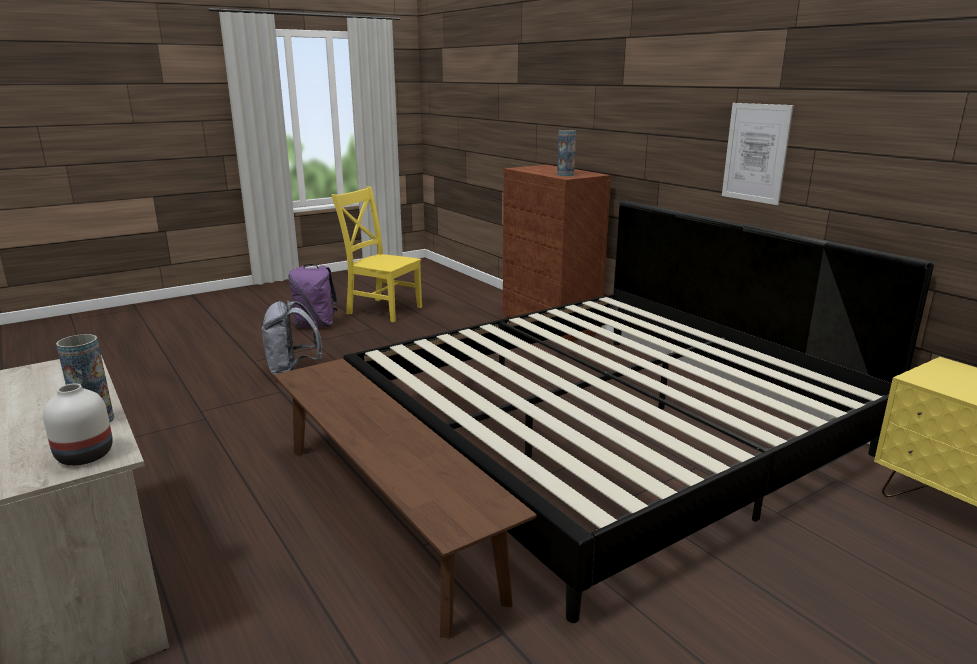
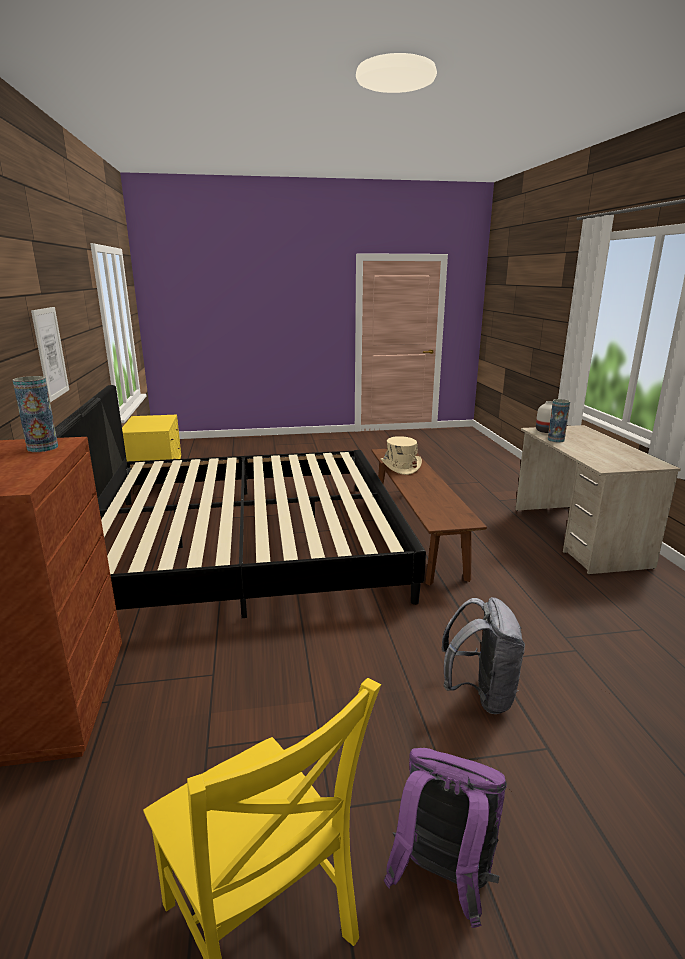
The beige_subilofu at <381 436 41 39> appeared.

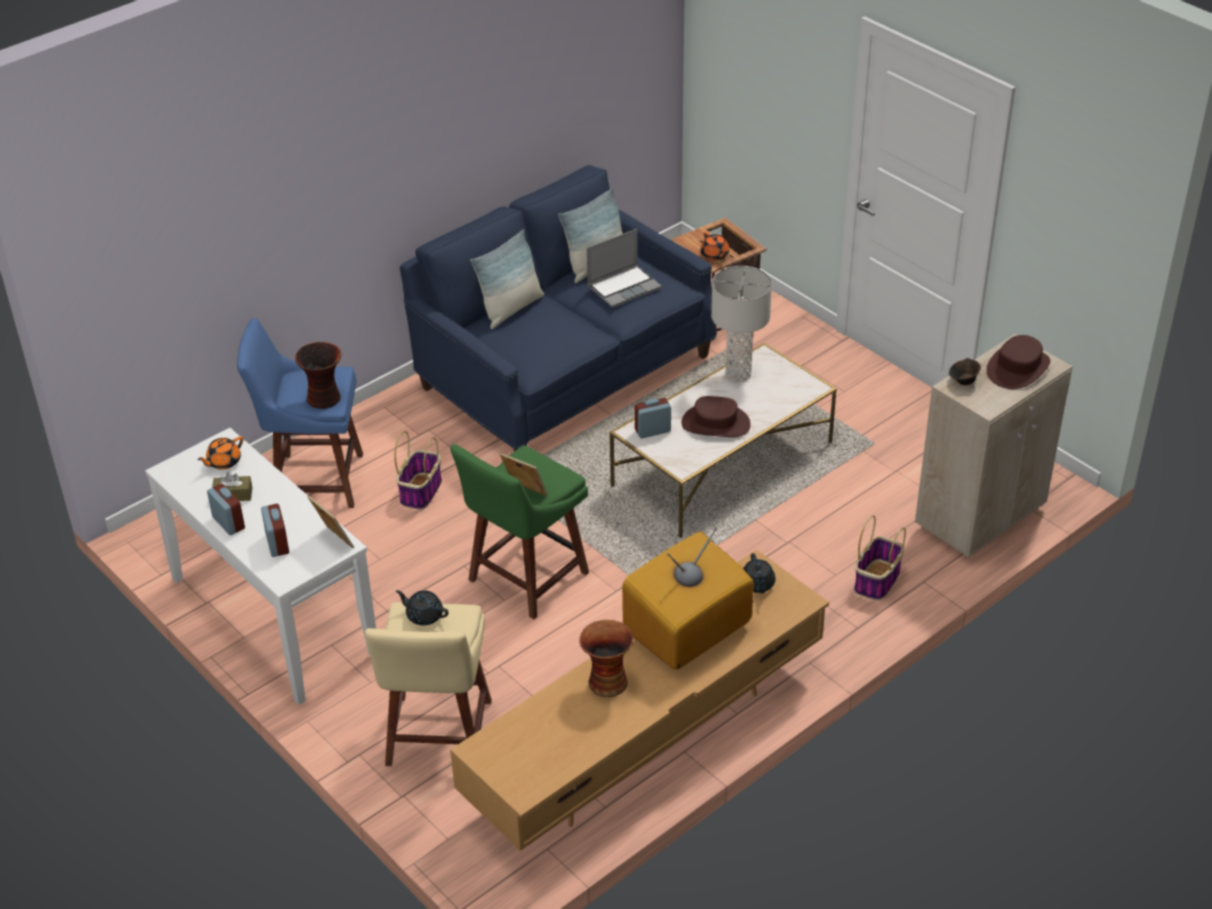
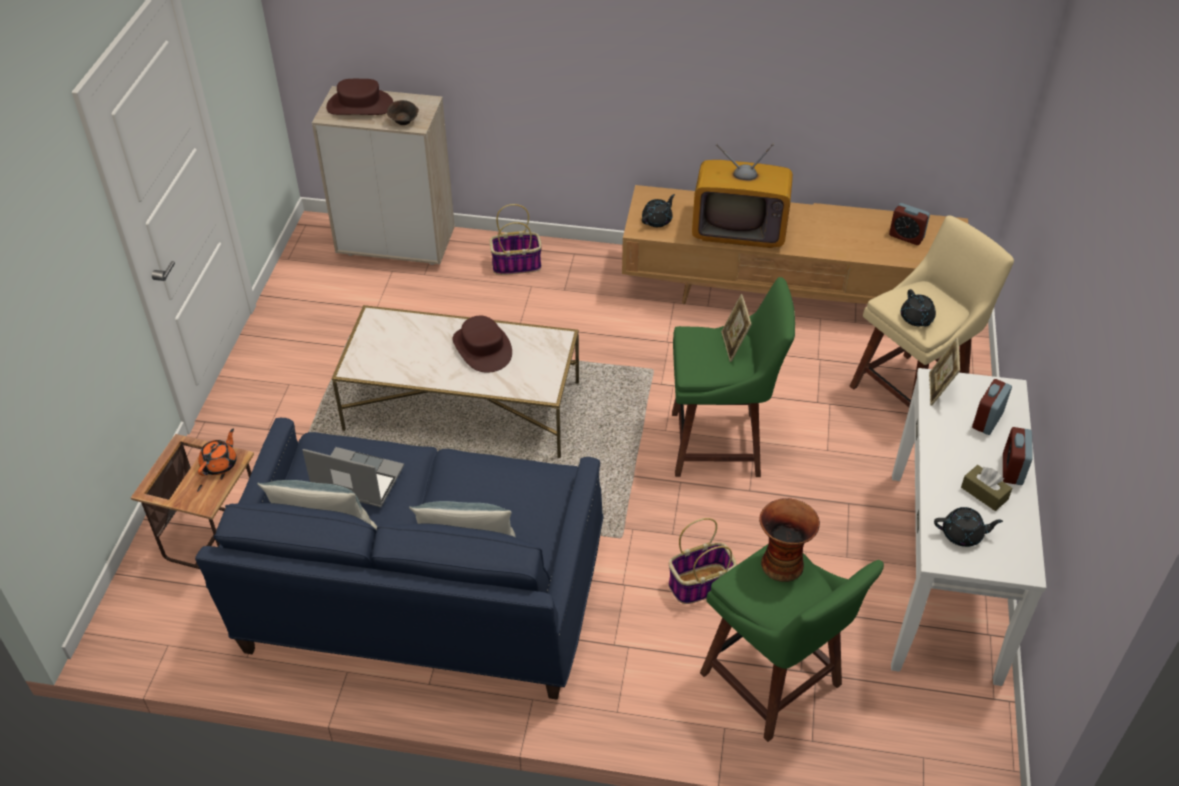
The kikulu at <580 620 53 78> disappeared.
The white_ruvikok at <711 266 61 116> disappeared.
The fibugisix moved from <635 398 36 41> to <889 203 41 42>.
The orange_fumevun at <197 436 46 34> became the black_fumevun at <934 507 69 40>.
The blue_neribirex at <237 318 126 190> became the green_neribirex at <700 544 184 198>.

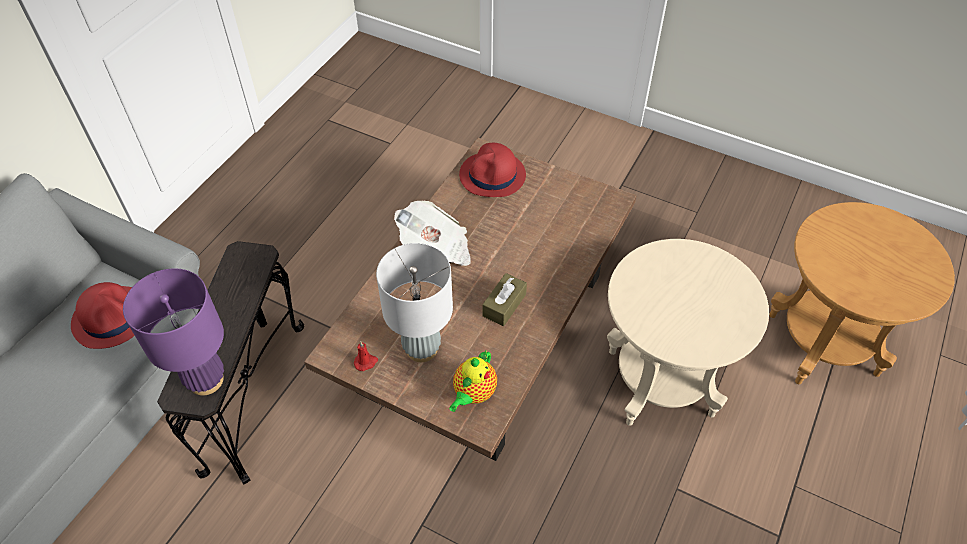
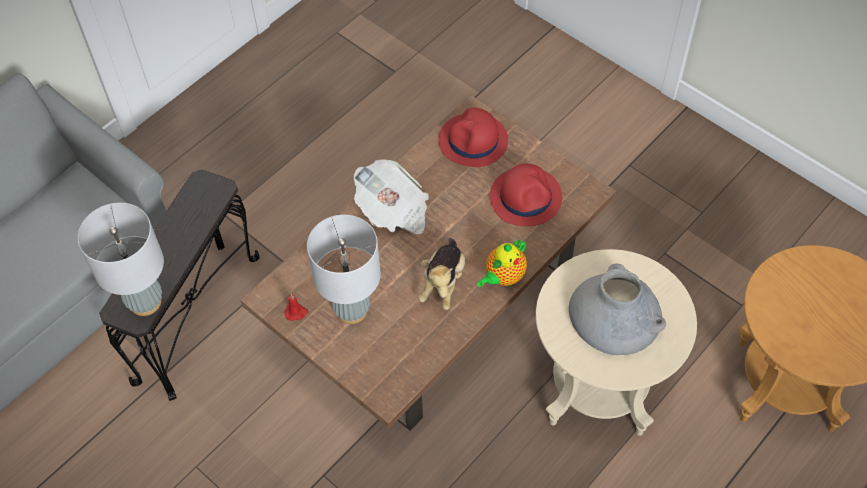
The grey_kikulu at <569 264 97 91> appeared.
The red_subilofu moved from <71 282 64 67> to <490 164 72 62>.
The fumevun moved from <449 351 48 61> to <477 239 50 49>.
The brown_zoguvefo at <482 273 45 53> was replaced by the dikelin at <419 238 46 72>.
The purple_ruvikok at <123 268 101 127> became the grey_ruvikok at <77 203 87 113>.

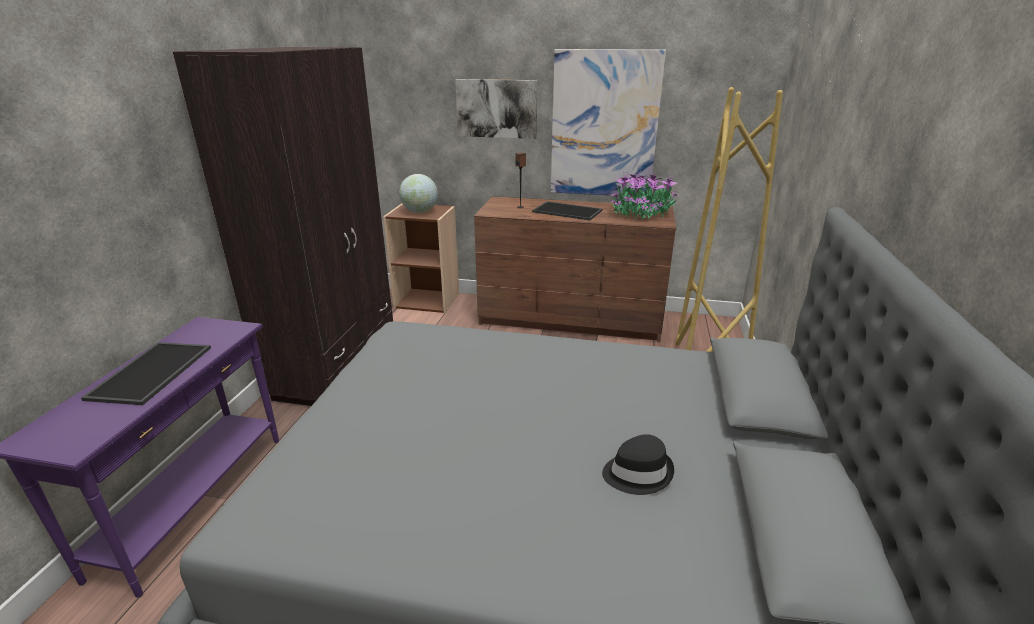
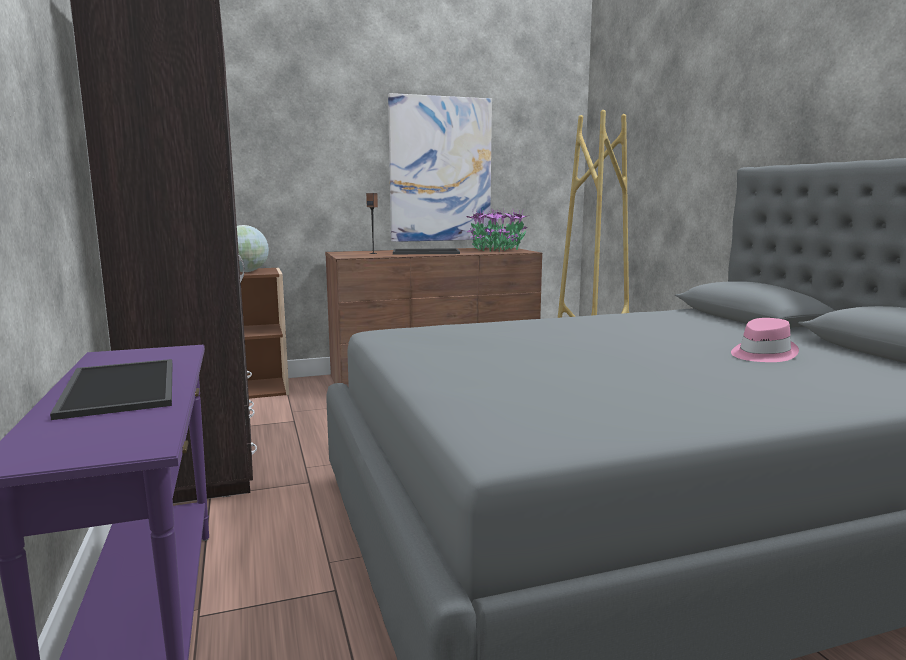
The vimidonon at <455 79 82 60> disappeared.
The black_subilofu at <602 434 72 61> became the pink_subilofu at <731 318 68 44>.

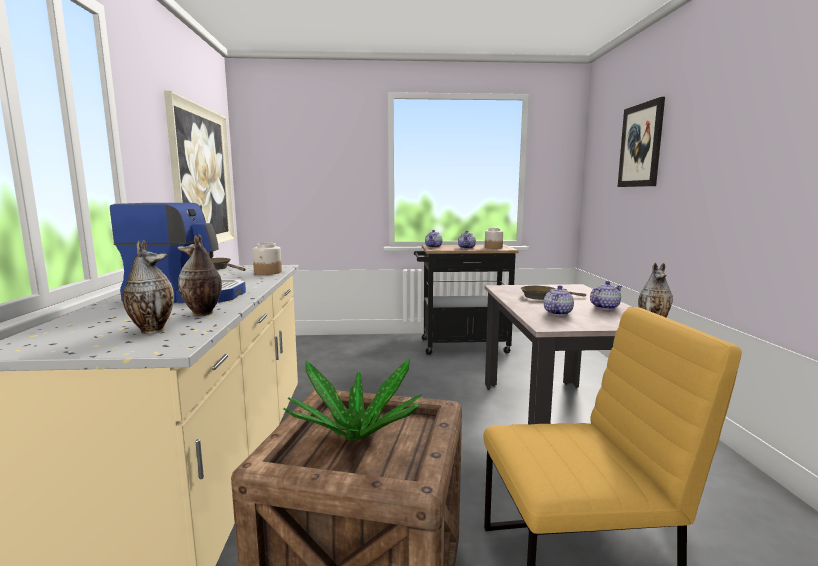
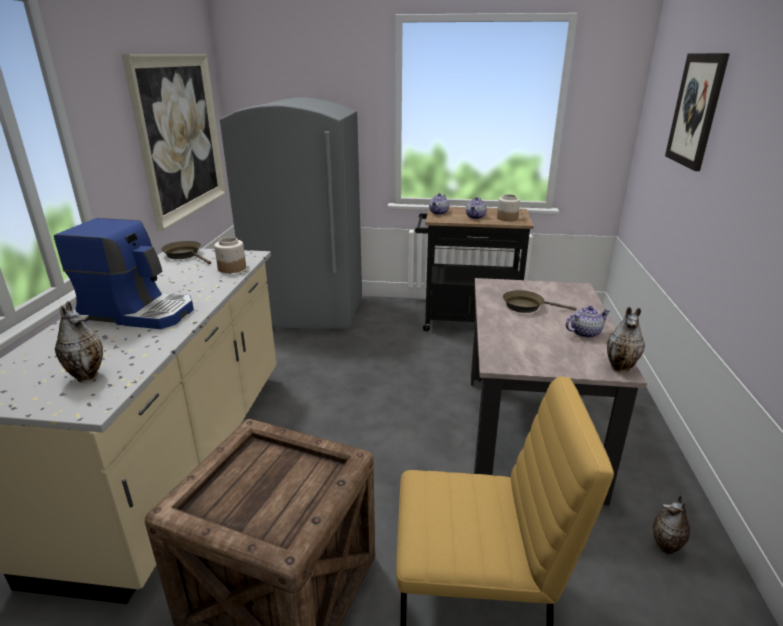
The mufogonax at <284 359 138 82> disappeared.
The fumevun at <544 285 30 31> disappeared.
The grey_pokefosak at <220 97 142 232> appeared.
The kikulu moved from <177 234 45 82> to <653 495 37 60>.

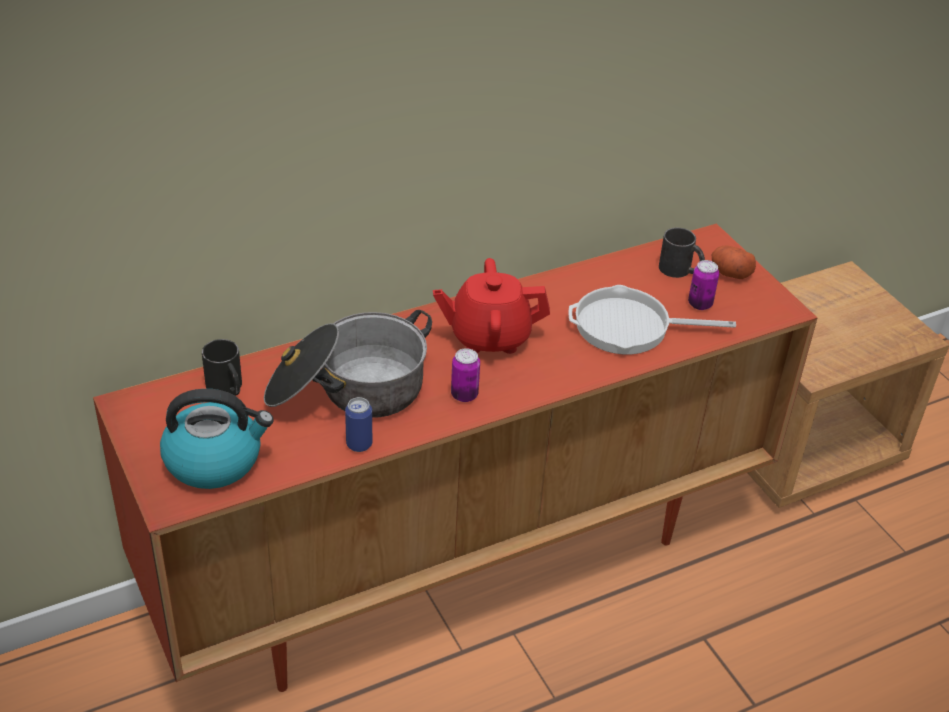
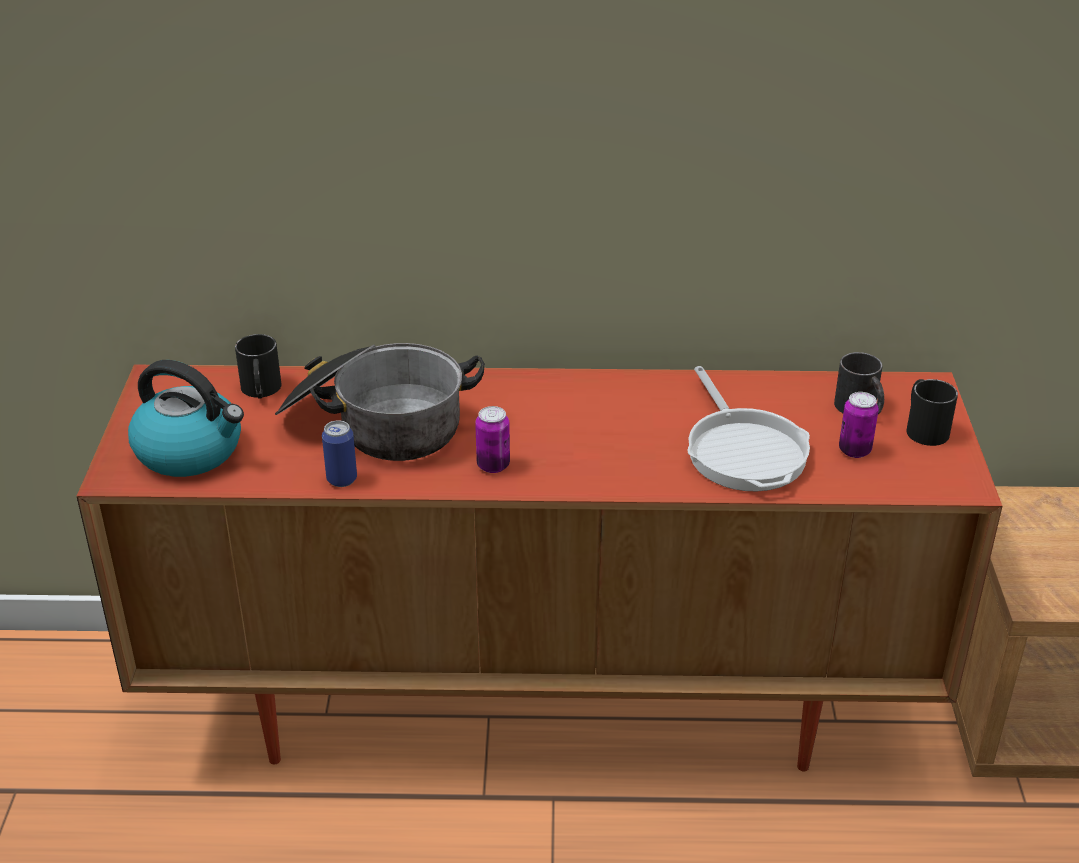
The red_fumevun at <433 258 117 96> disappeared.
The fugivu at <712 245 44 34> was replaced by the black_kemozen at <906 379 52 67>.
The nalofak at <568 285 168 69> turned 135 degrees counterclockwise.

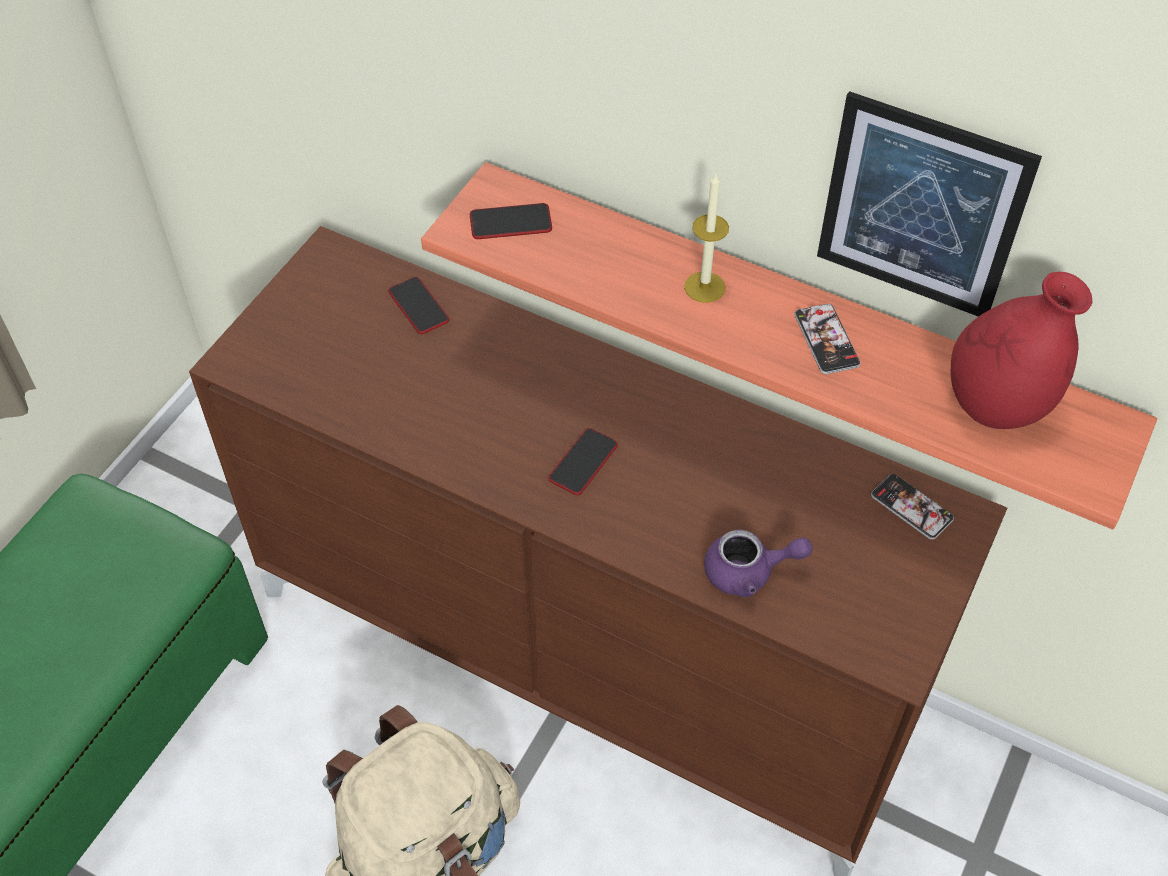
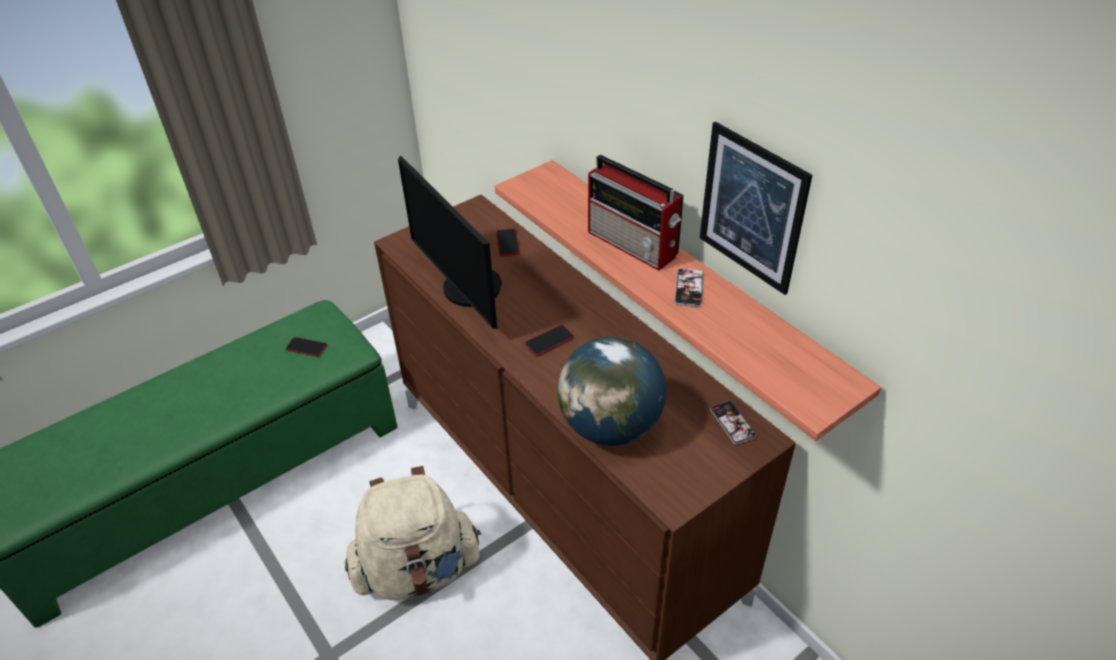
The red_kikulu at <950 272 142 157> disappeared.
The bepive at <398 155 104 174> appeared.
The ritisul moved from <470 203 82 36> to <285 337 42 20>.
The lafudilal at <684 172 45 131> was replaced by the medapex at <588 155 96 116>.
The purple_fumevun at <704 530 109 67> was replaced by the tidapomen at <557 337 110 109>.

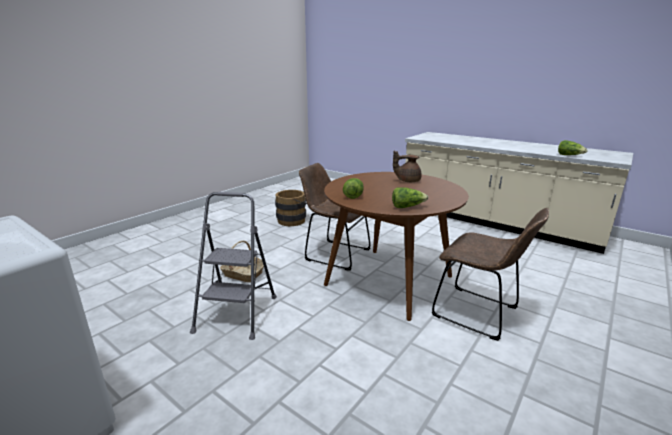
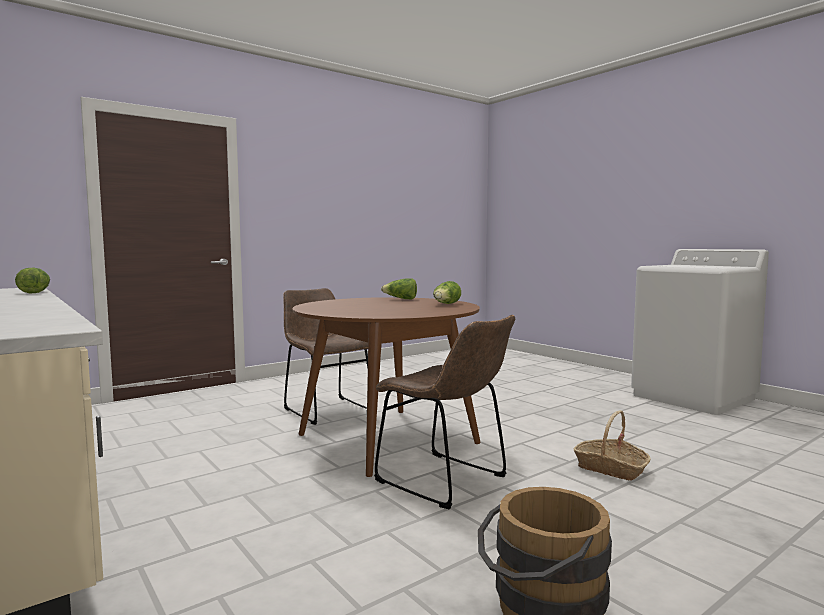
The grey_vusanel at <190 192 87 148> disappeared.
The brown_fumevun at <393 150 28 32> disappeared.

